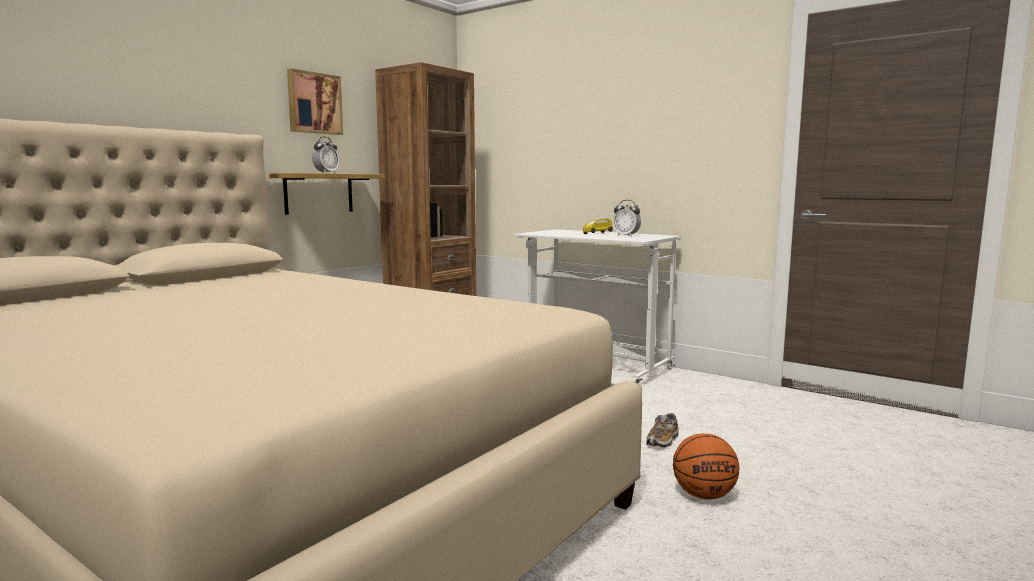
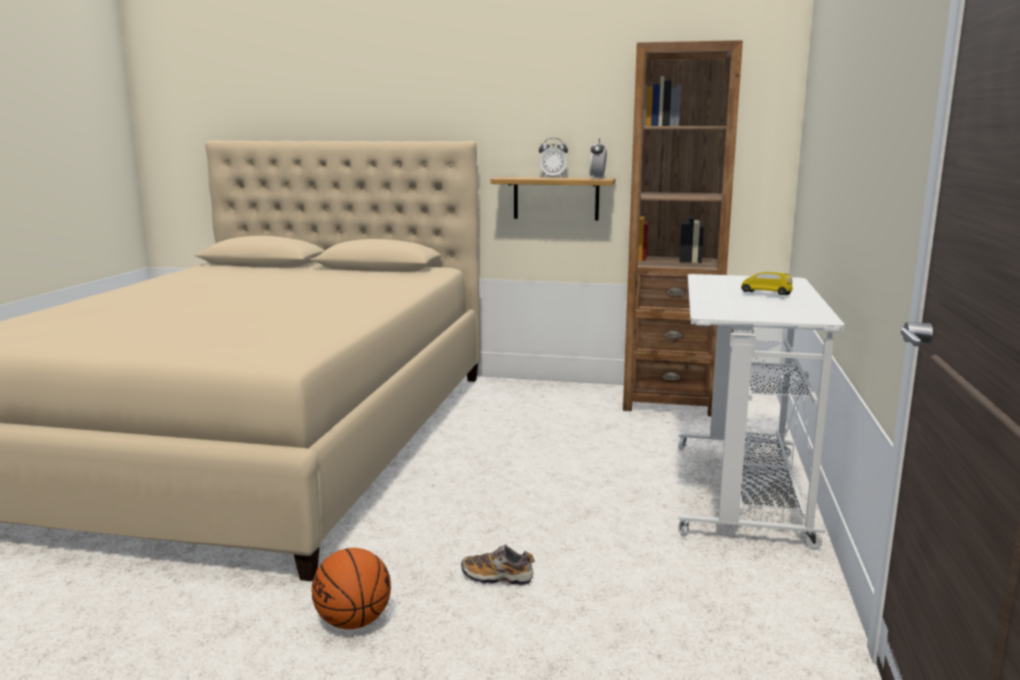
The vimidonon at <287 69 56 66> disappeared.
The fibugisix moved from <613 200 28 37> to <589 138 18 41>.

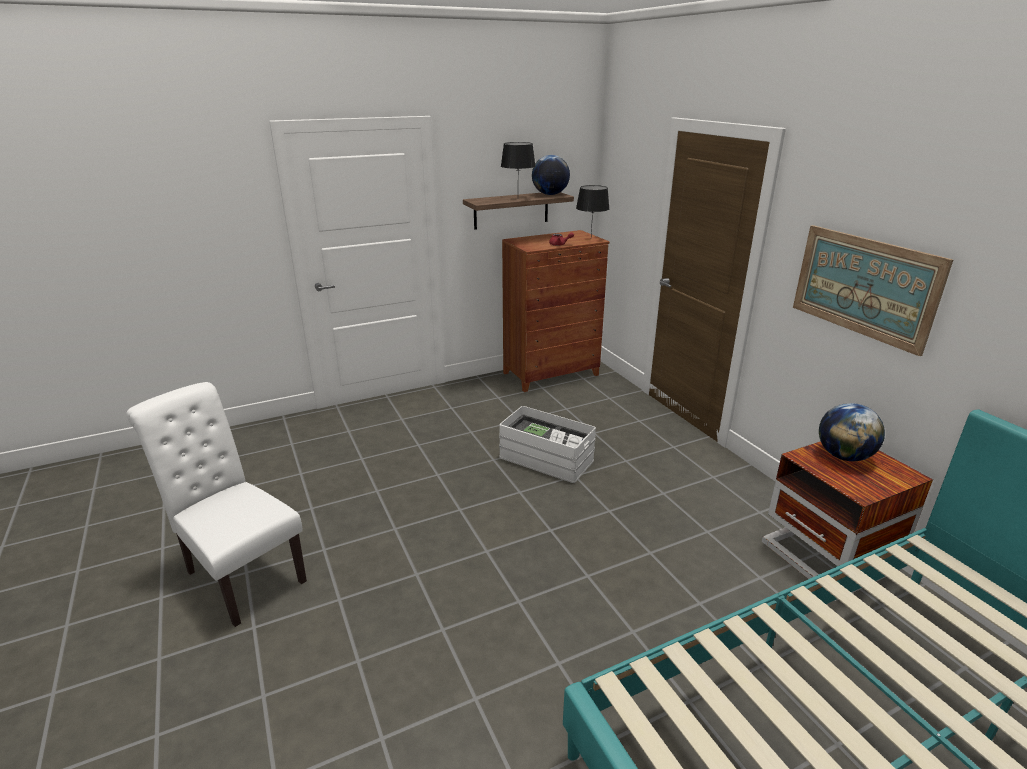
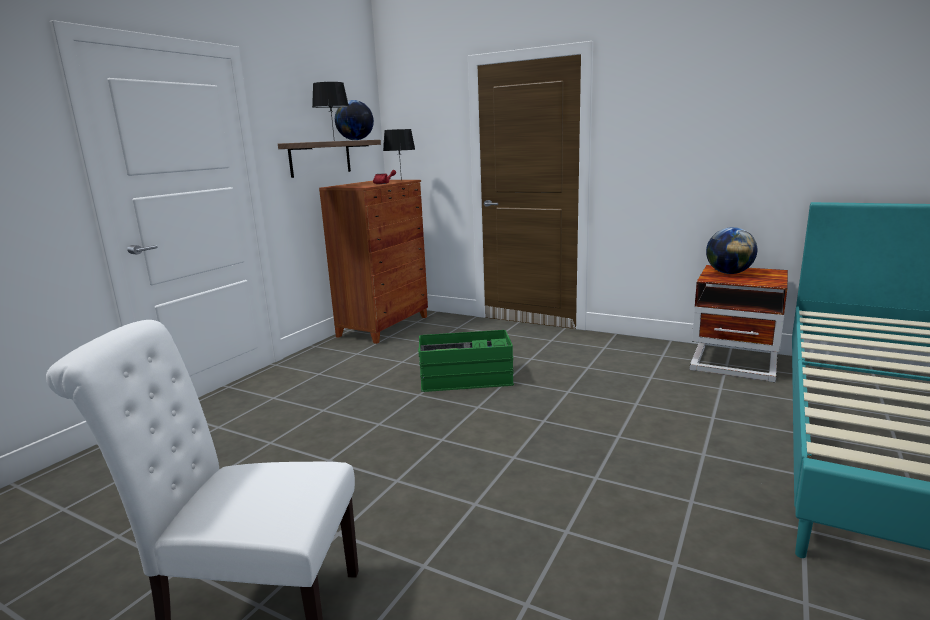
The vimidonon at <793 225 160 131> disappeared.
The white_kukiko at <499 406 97 77> became the green_kukiko at <418 330 96 62>.

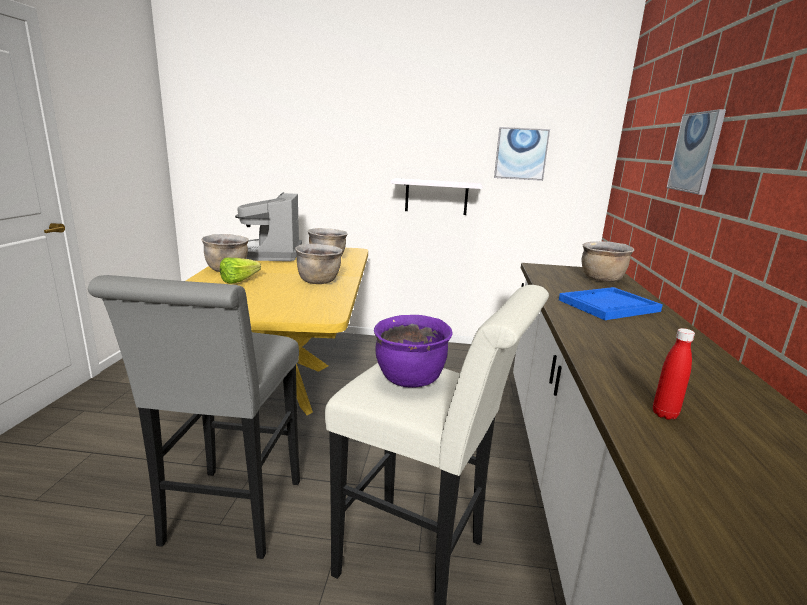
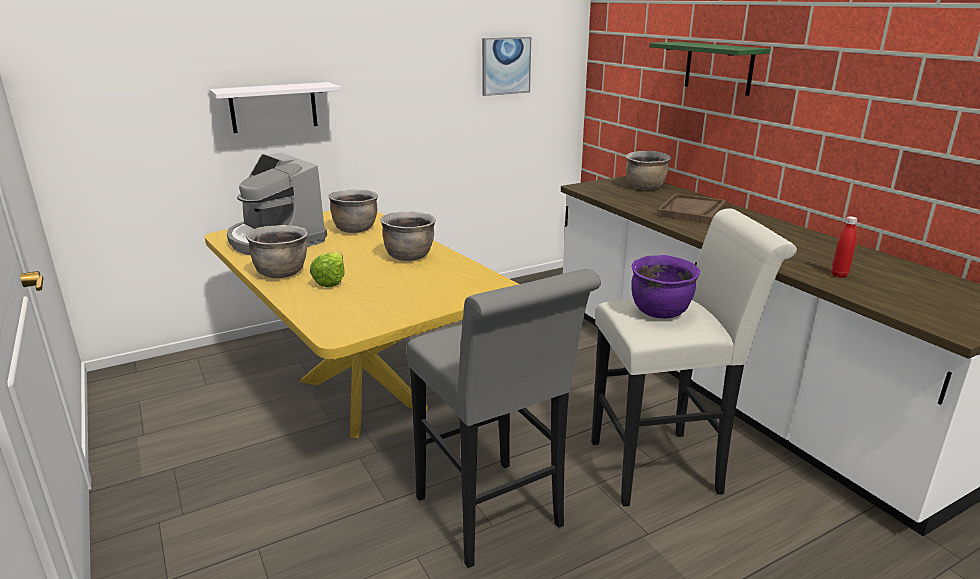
The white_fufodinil moved from <390 178 92 37> to <209 82 132 51>.
The vimidonon at <667 109 59 86> was replaced by the green_fufodinil at <649 42 122 54>.
The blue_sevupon at <559 287 104 33> became the brown_sevupon at <657 193 69 31>.

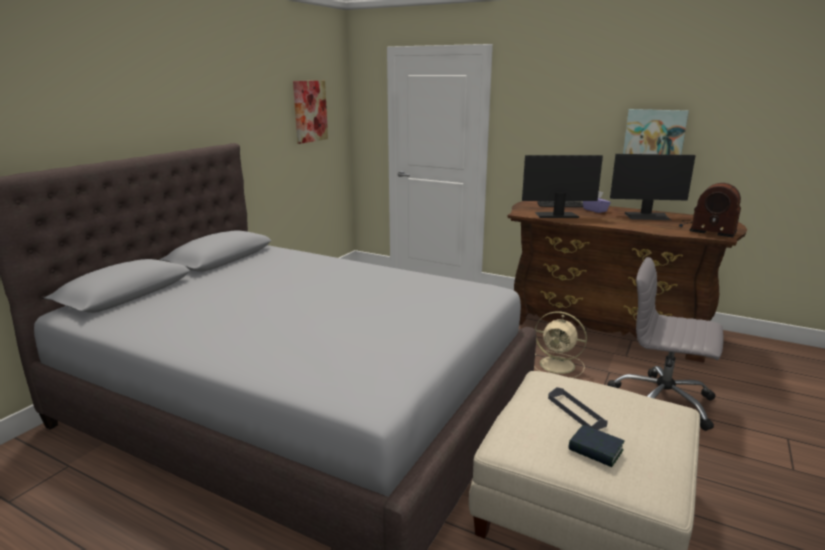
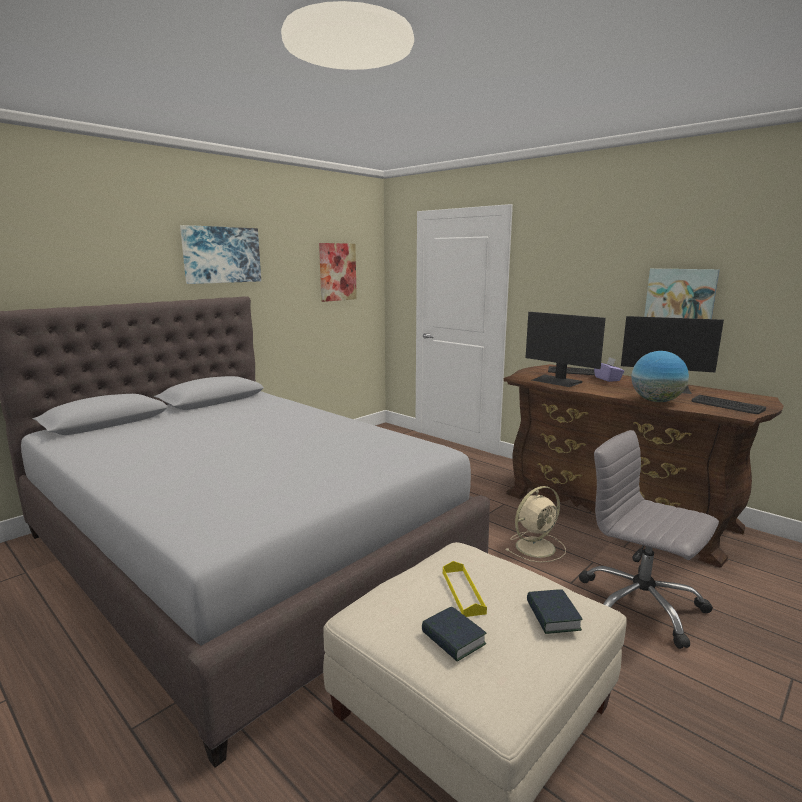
The vimidonon at <180 225 81 59> appeared.
The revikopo at <527 589 56 45> appeared.
The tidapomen at <631 351 58 51> appeared.
The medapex at <679 183 62 54> was replaced by the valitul at <691 395 75 19>.
The grey_sevupon at <548 387 60 43> became the yellow_sevupon at <443 561 44 56>.
The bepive at <522 155 81 63> turned 150 degrees counterclockwise.
The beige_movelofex at <534 311 53 67> turned 75 degrees counterclockwise.

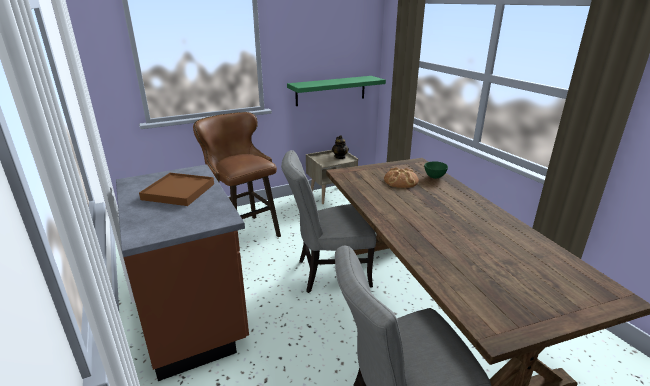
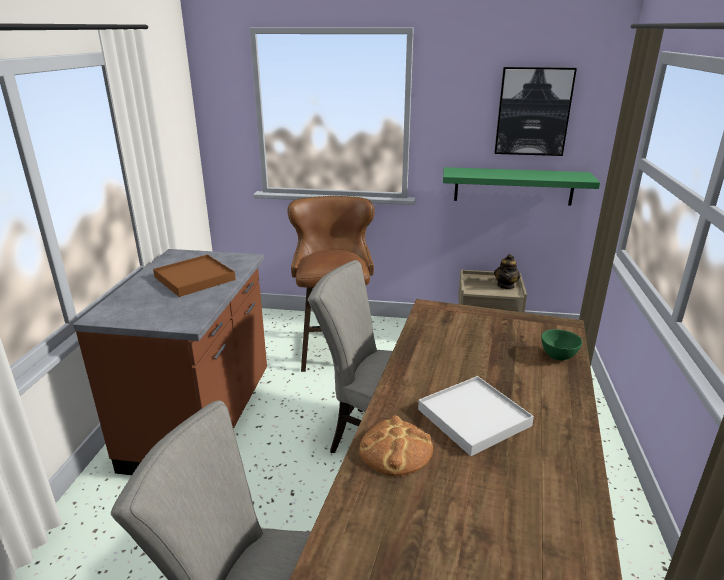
The white_sevupon at <418 376 116 80> appeared.
The vimidonon at <494 67 83 89> appeared.
The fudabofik moved from <384 167 35 21> to <359 415 74 62>.

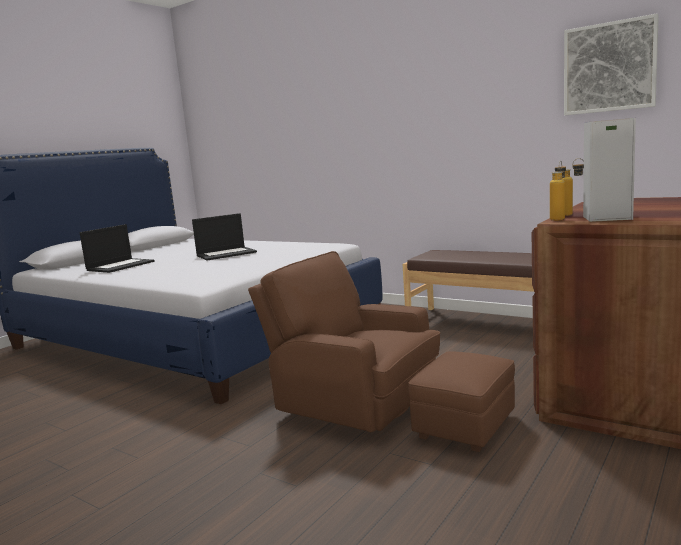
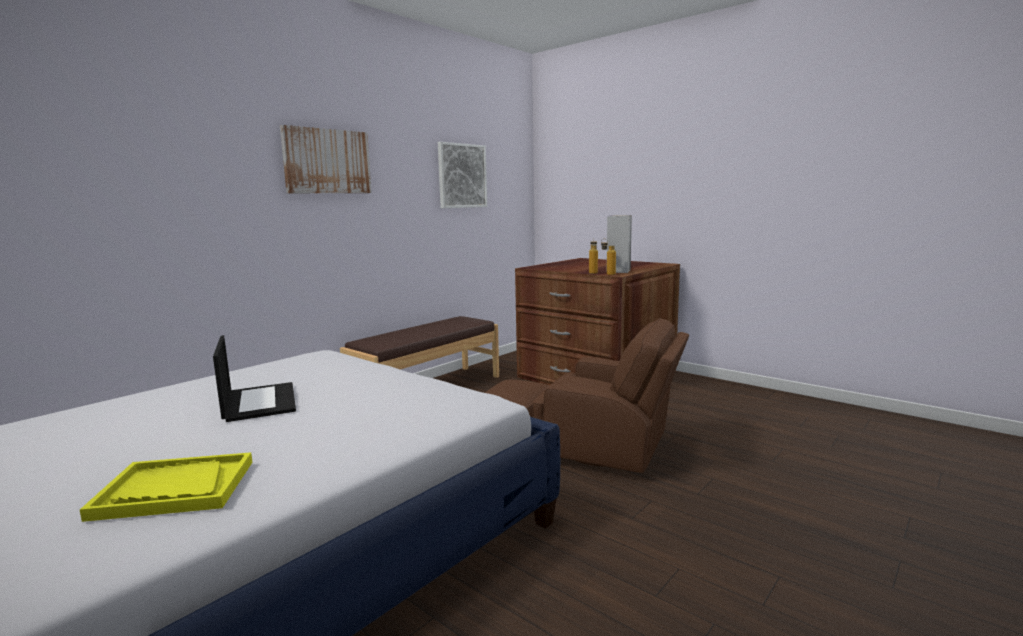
The vimidonon at <280 125 92 68> appeared.
The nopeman at <79 224 76 49> was replaced by the yellow_sevupon at <80 452 172 70>.
The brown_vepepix at <248 251 267 201> turned 105 degrees counterclockwise.

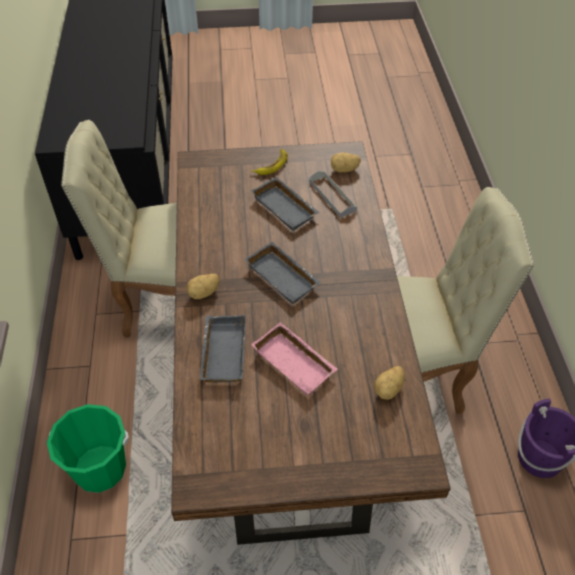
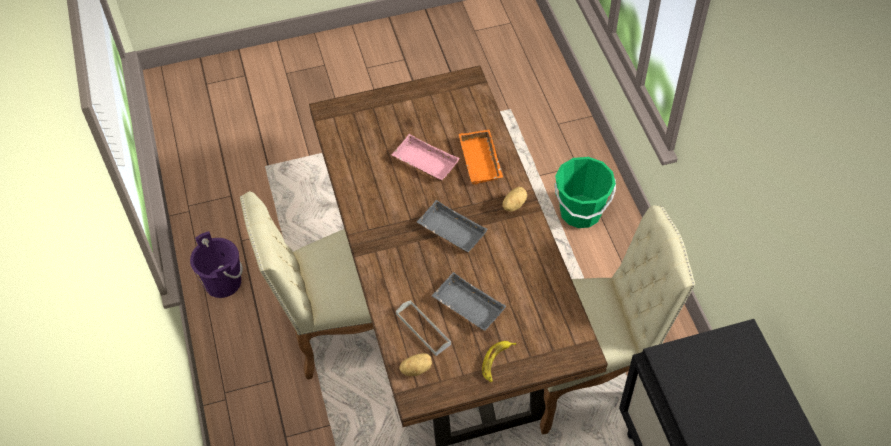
The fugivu at <374 366 31 34> disappeared.
The grey_sevupon at <200 315 46 68> became the orange_sevupon at <459 130 44 55>.

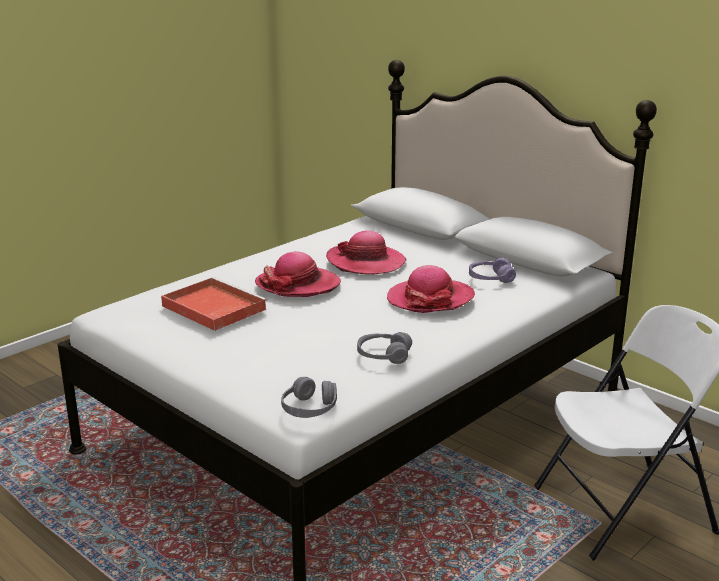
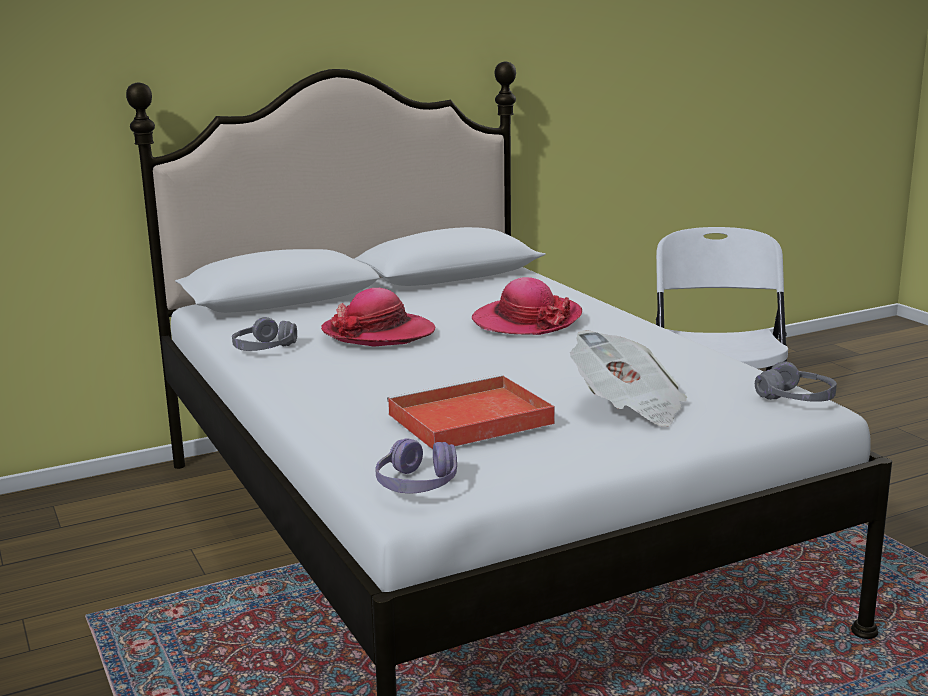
The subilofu at <255 251 86 46> disappeared.
The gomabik at <570 330 117 97> appeared.
The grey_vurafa moved from <357 332 55 32> to <232 317 65 34>.
The purple_vurafa moved from <469 258 47 25> to <375 438 82 56>.

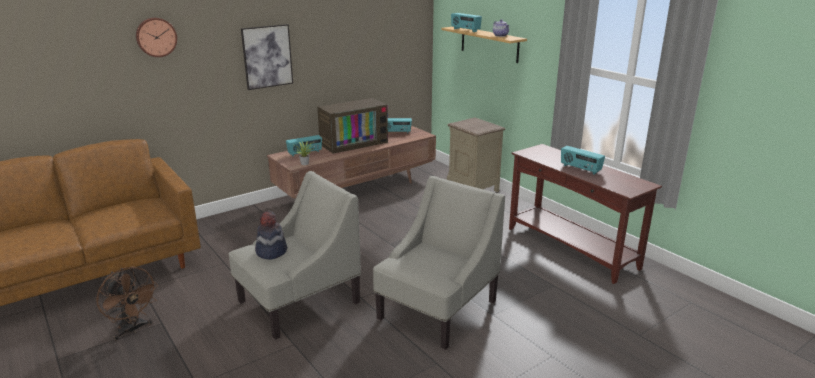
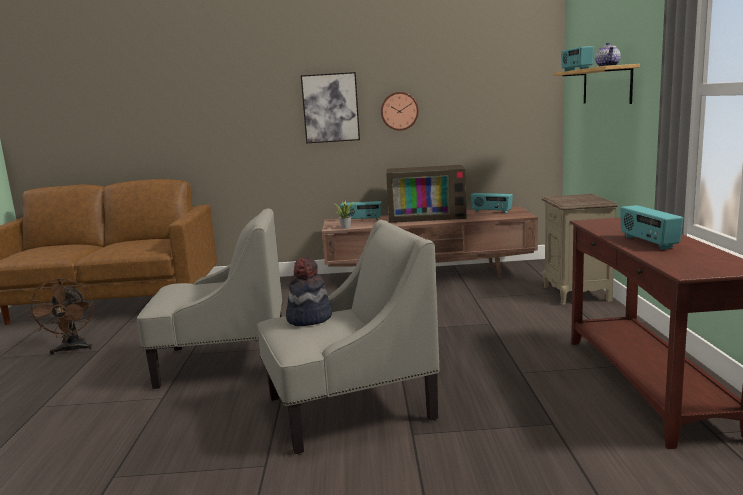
The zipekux moved from <136 18 41 39> to <381 92 38 39>.
The subilofu moved from <255 211 32 49> to <286 257 46 69>.

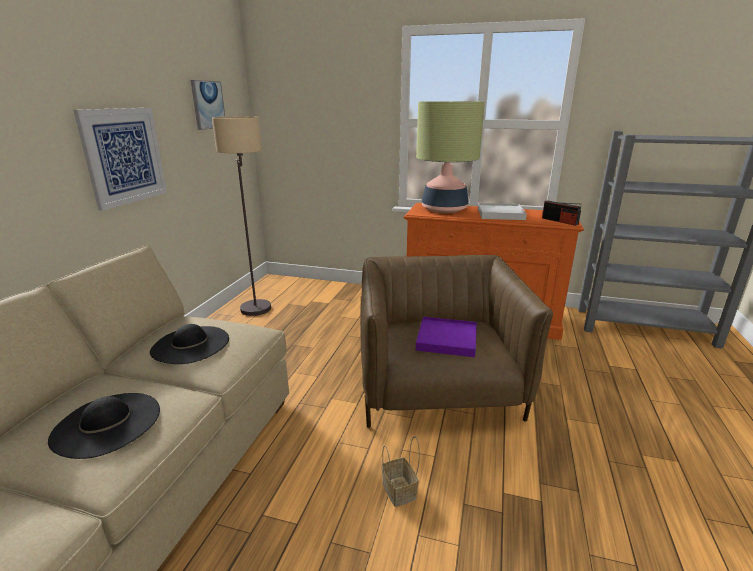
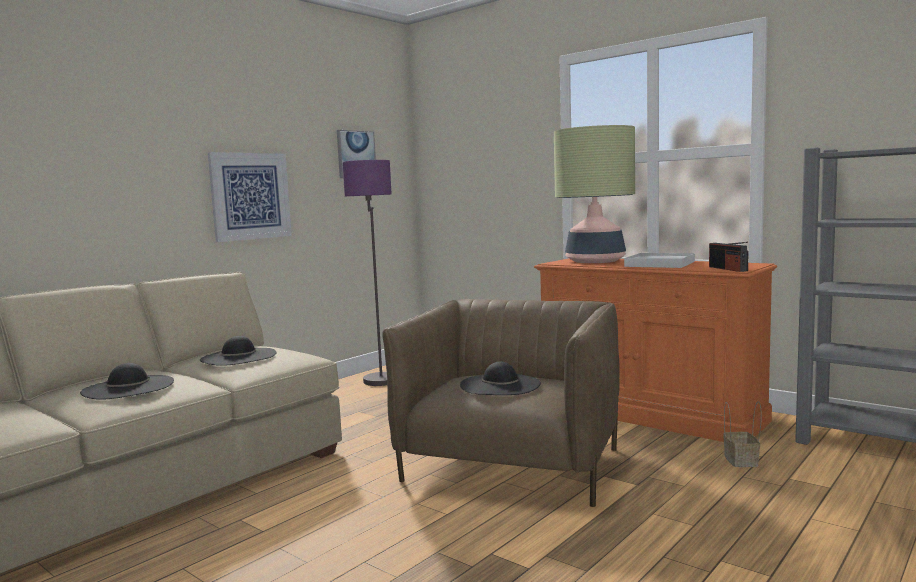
The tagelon moved from <382 436 38 71> to <723 401 39 66>.
The purple_sevupon at <416 317 61 40> was replaced by the black_subilofu at <460 361 81 34>.
The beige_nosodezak at <212 116 59 200> became the purple_nosodezak at <343 160 48 226>.

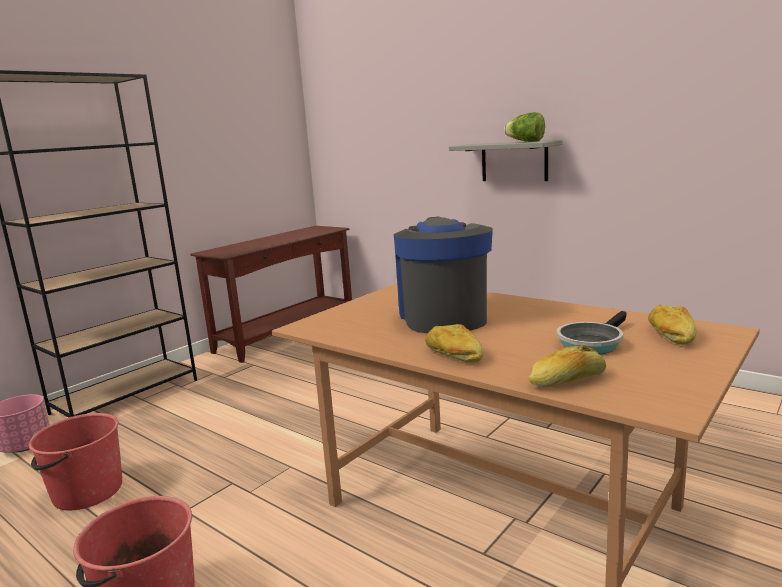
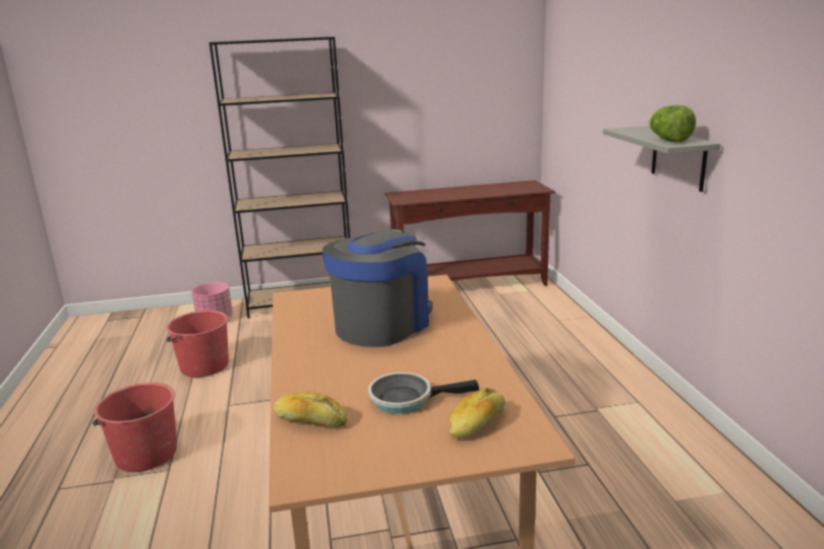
The fudabofik at <425 324 58 39> disappeared.

